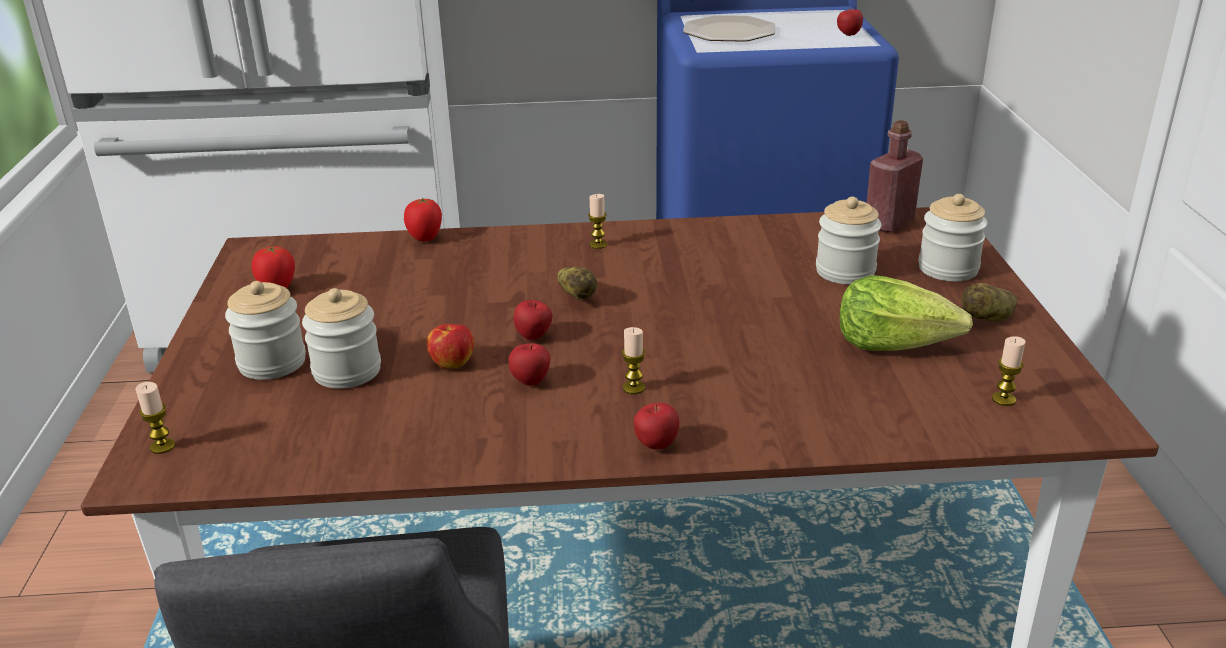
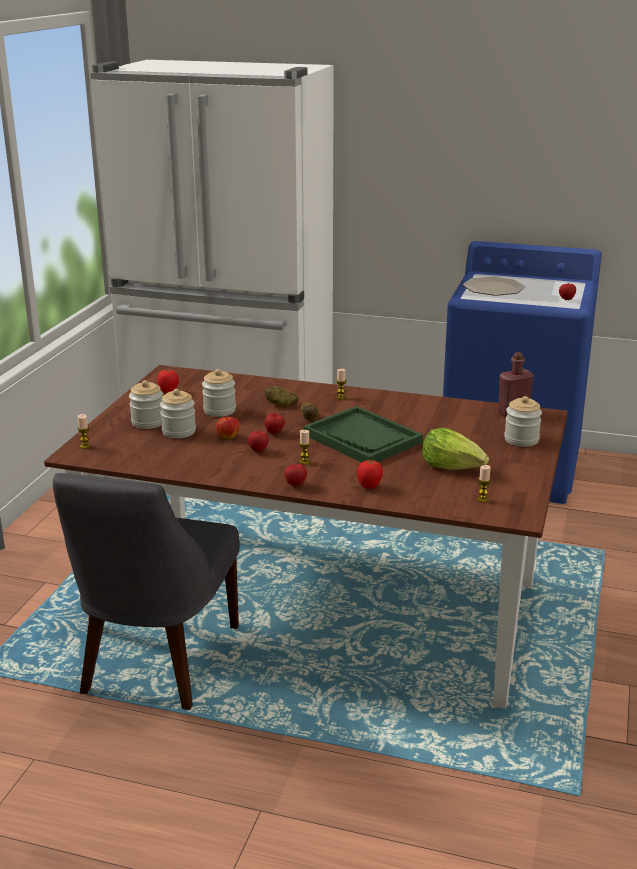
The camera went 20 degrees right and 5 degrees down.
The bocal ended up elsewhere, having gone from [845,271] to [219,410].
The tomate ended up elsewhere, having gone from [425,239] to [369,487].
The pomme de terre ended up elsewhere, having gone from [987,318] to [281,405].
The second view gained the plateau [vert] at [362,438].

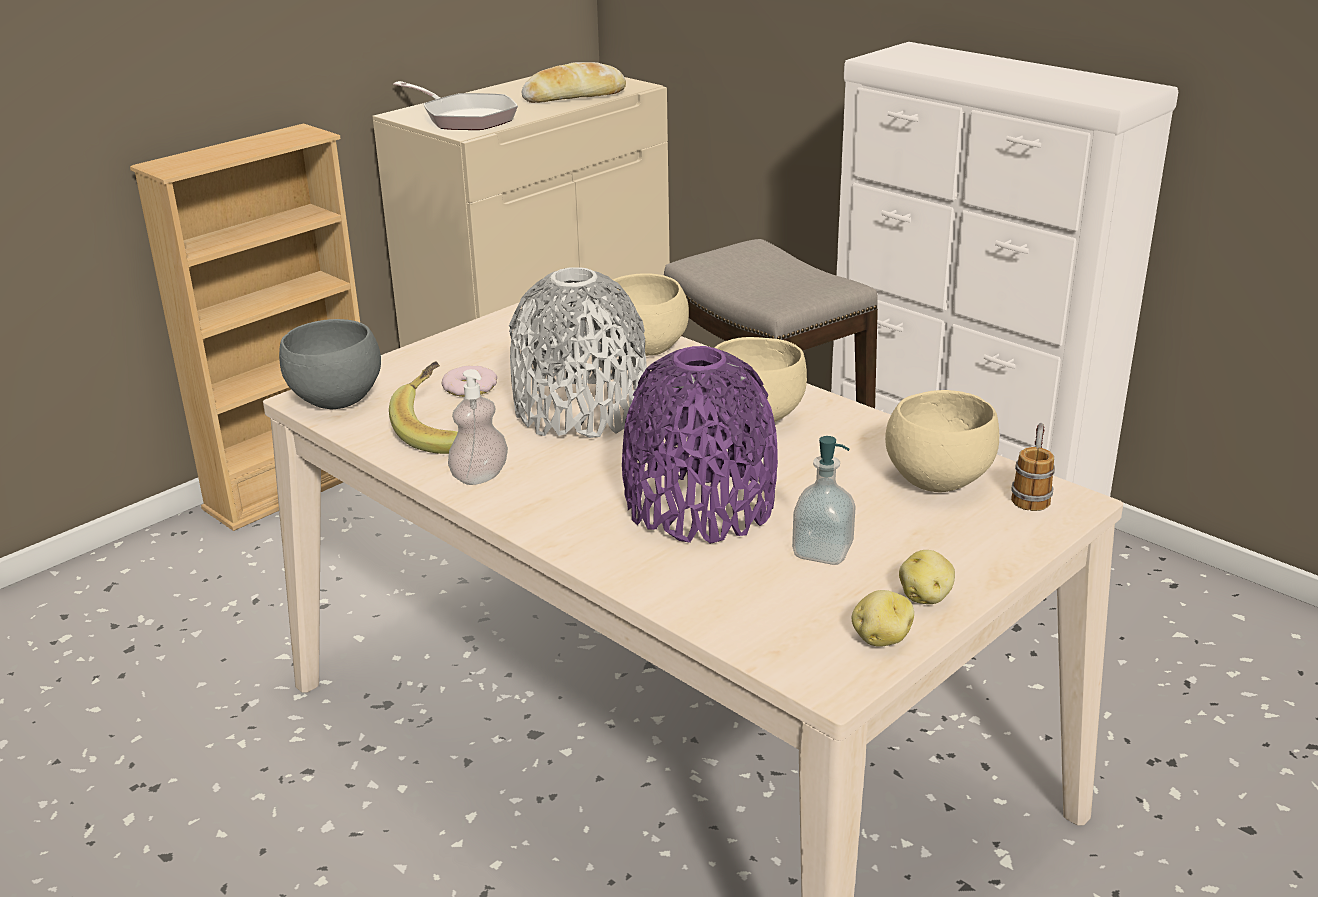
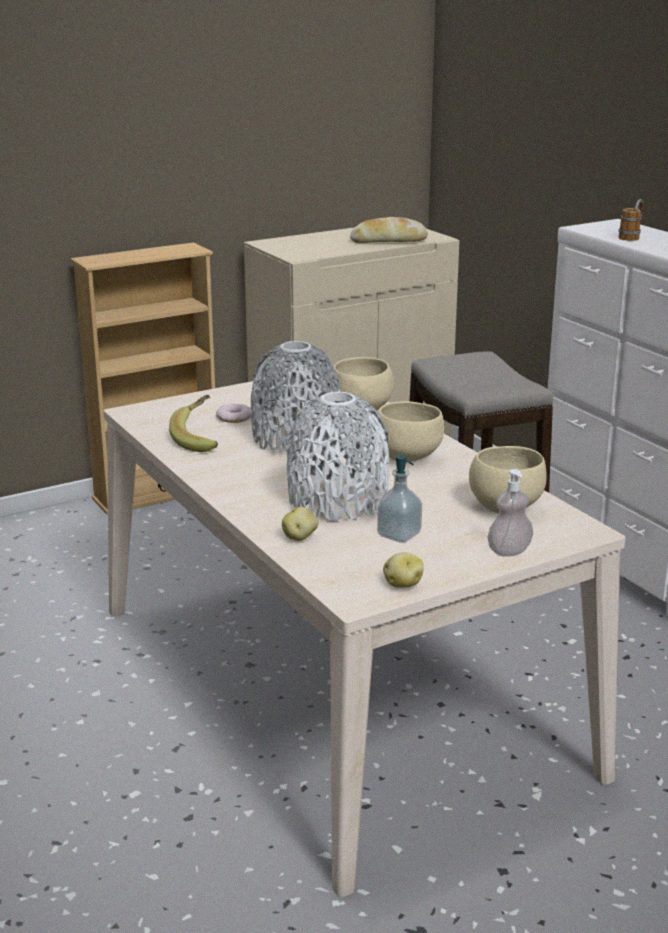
The camera went 15 degrees right and 5 degrees down.
The second view lost the poêle at [465,118].
The second view lost the bol [gris] at [336,401].
What was the vase [violet] at [700,506] turned into the vase [blanc] at [338,500].
The distributeur de savon ended up elsewhere, having gone from [480,476] to [509,551].
The mug ended up elsewhere, having gone from [1031,492] to [632,236].
The pomme de terre ended up elsewhere, having gone from [926,597] to [300,537].

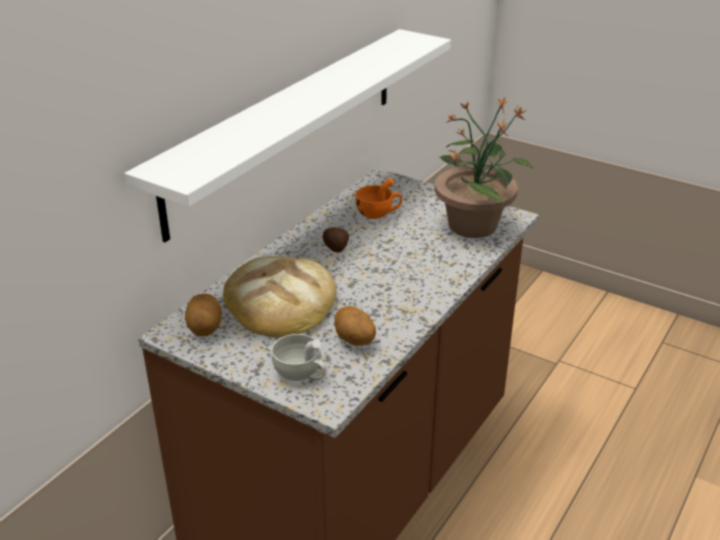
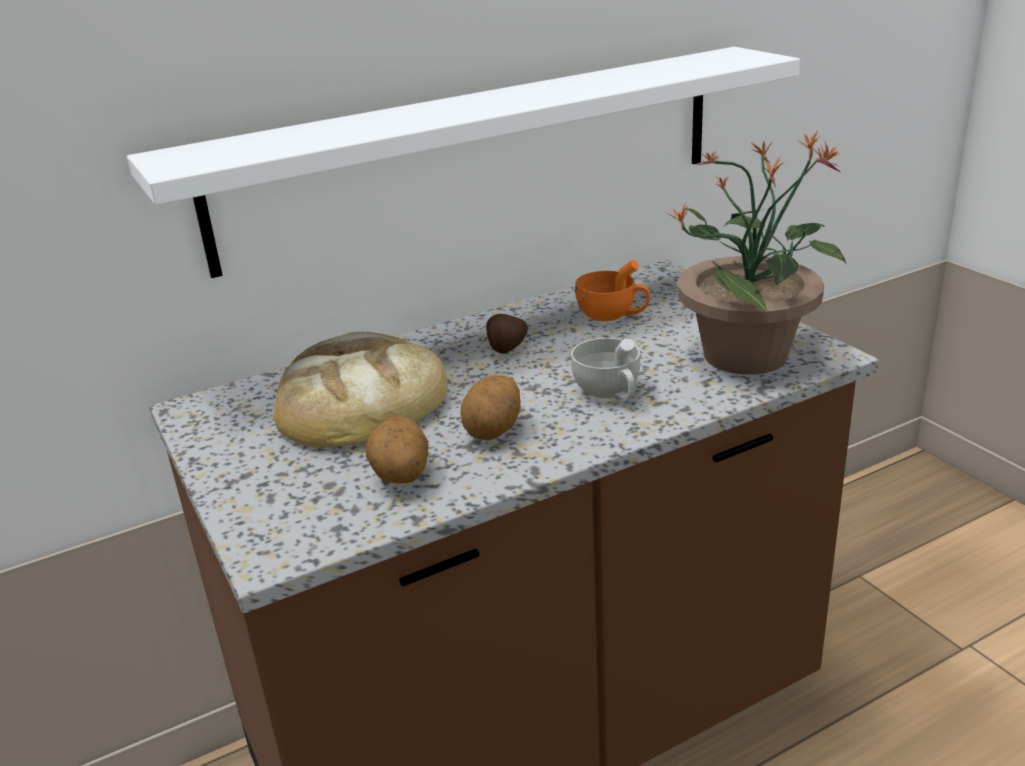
The camera went 30 degrees right and 5 degrees down.
The pomme de terre ended up elsewhere, having gone from [205,328] to [494,431].
The tasse [blanc] ended up elsewhere, having gone from [301,374] to [610,393].

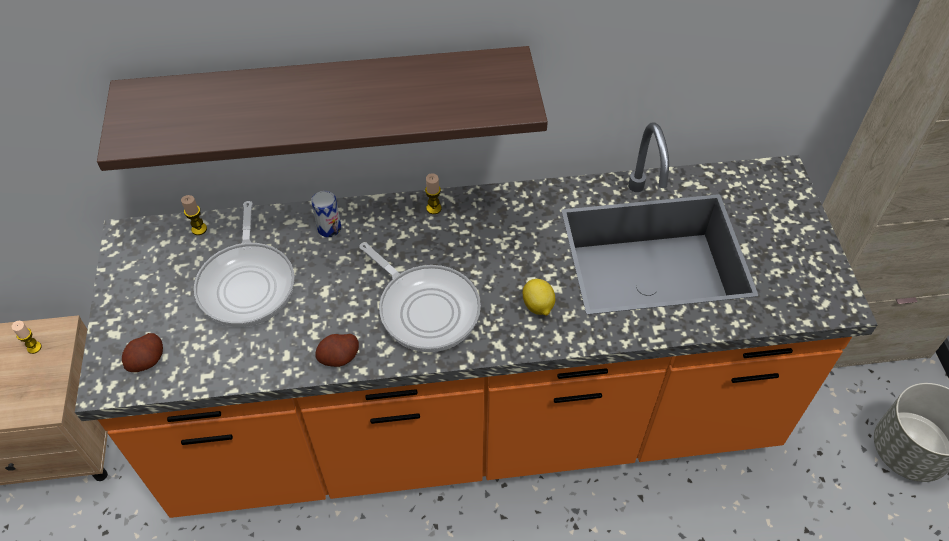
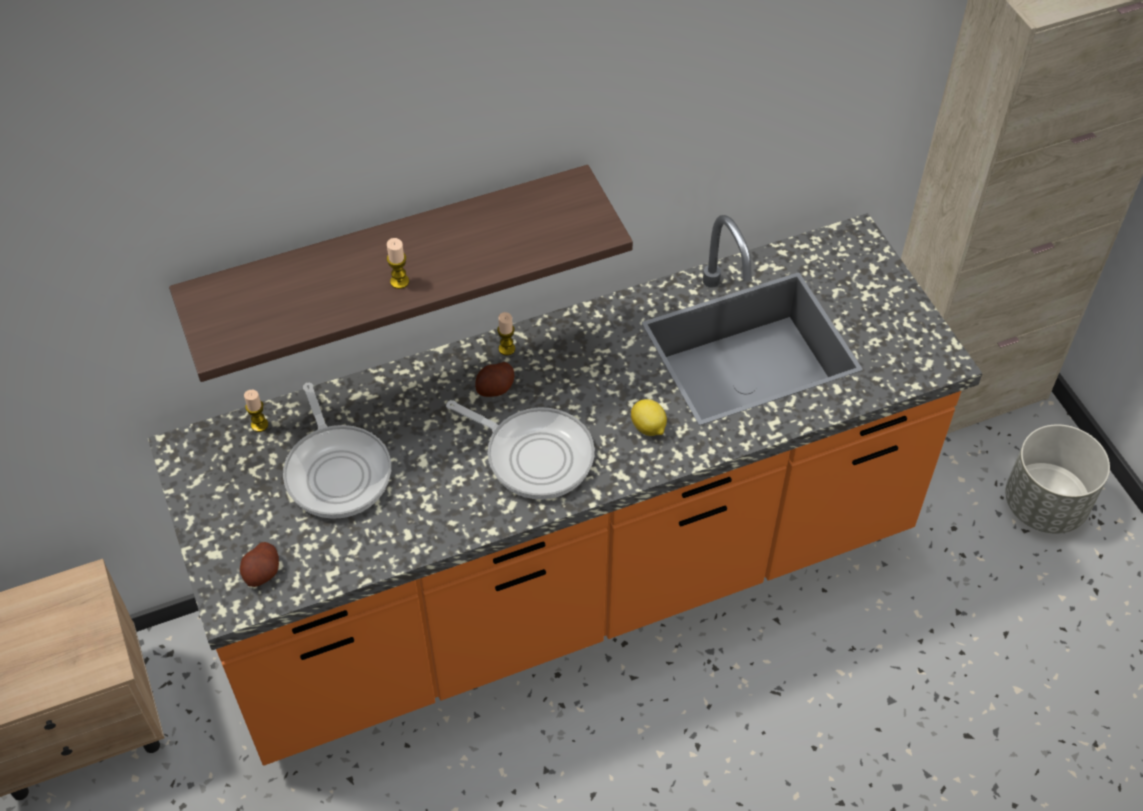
The camera went 15 degrees left and 0 degrees up.
The second view lost the boîte métallique at [329,228].
The bougie ended up elsewhere, having gone from [34,347] to [399,281].
The pomme de terre ended up elsewhere, having gone from [339,357] to [495,388].

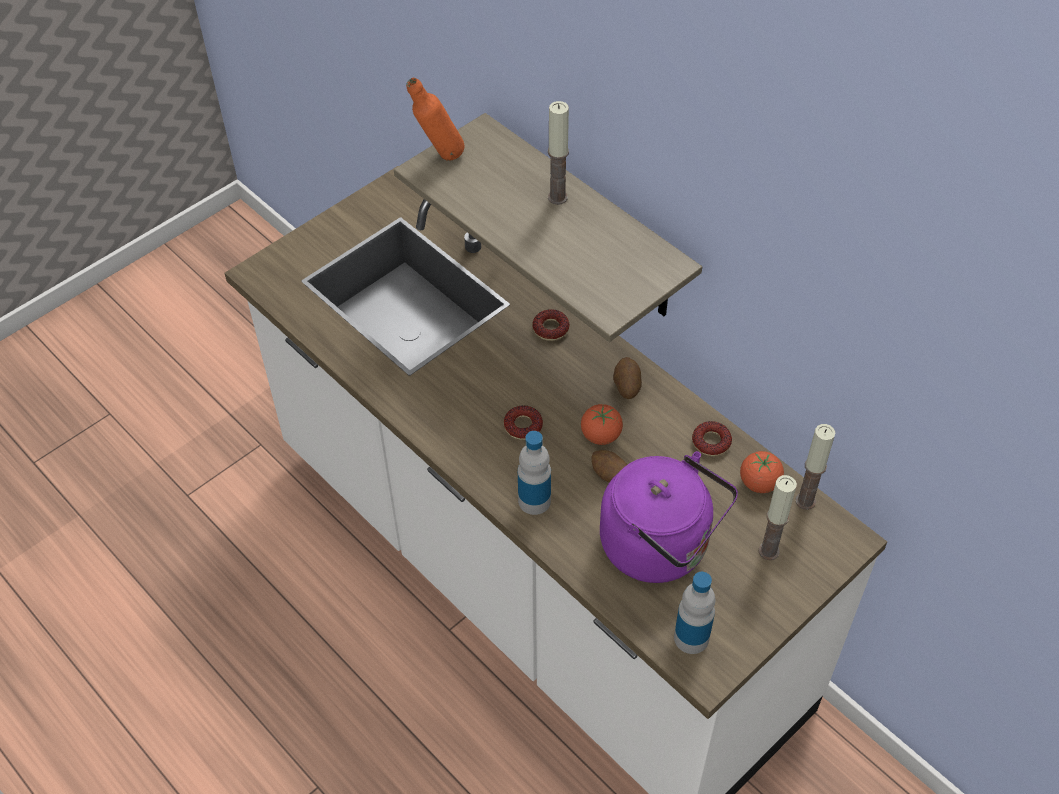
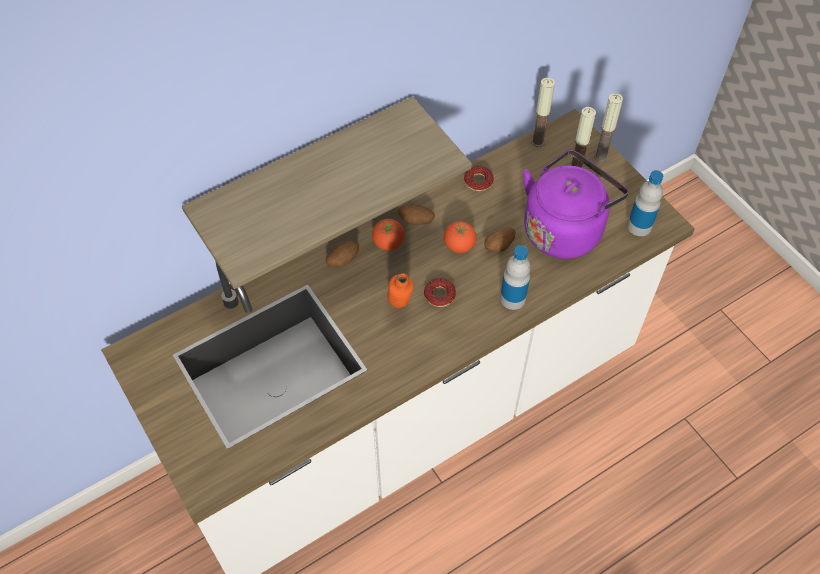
The camera went 80 degrees left and 5 degrees up.
The bouteille [orange] ended up elsewhere, having gone from [439,158] to [400,310].
The bougie ended up elsewhere, having gone from [557,197] to [601,156].
Where the beignet stood at [550,328], the pomme de terre came to stand at [343,260].
The tomate ended up elsewhere, having gone from [759,483] to [388,243].

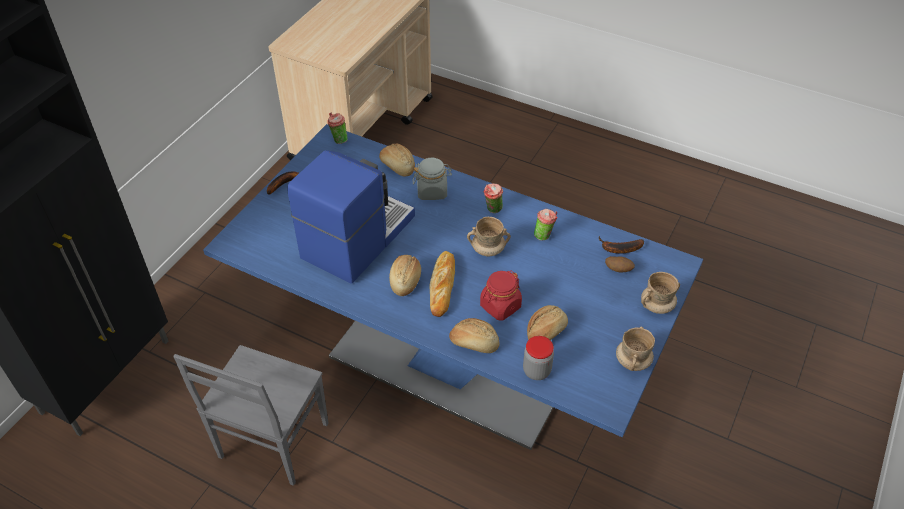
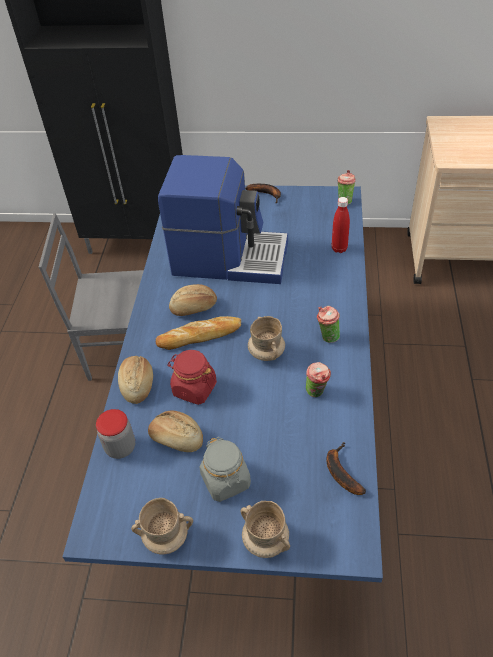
The camera went 70 degrees right and 0 degrees up.
Where the pain stood at [397,166], the bouteille [rouge] came to stand at [339,248].
The bocal [gris] ended up elsewhere, having gone from [432,191] to [226,481].
The second view lost the pomme de terre at [618,270].

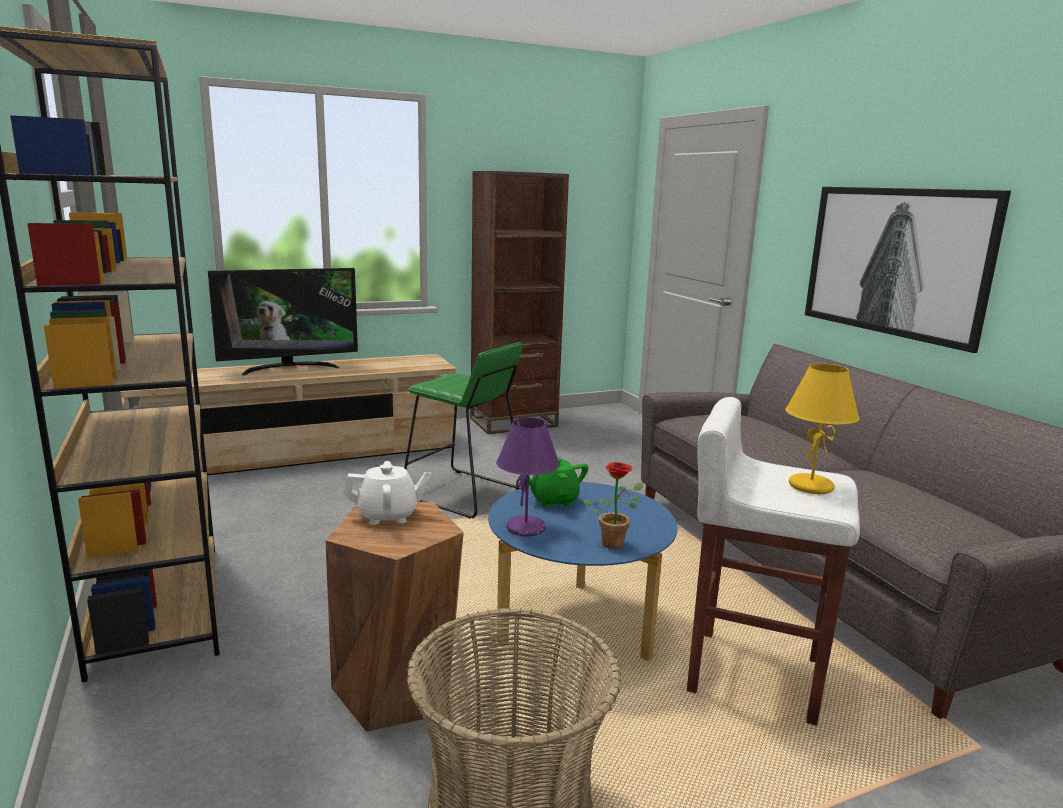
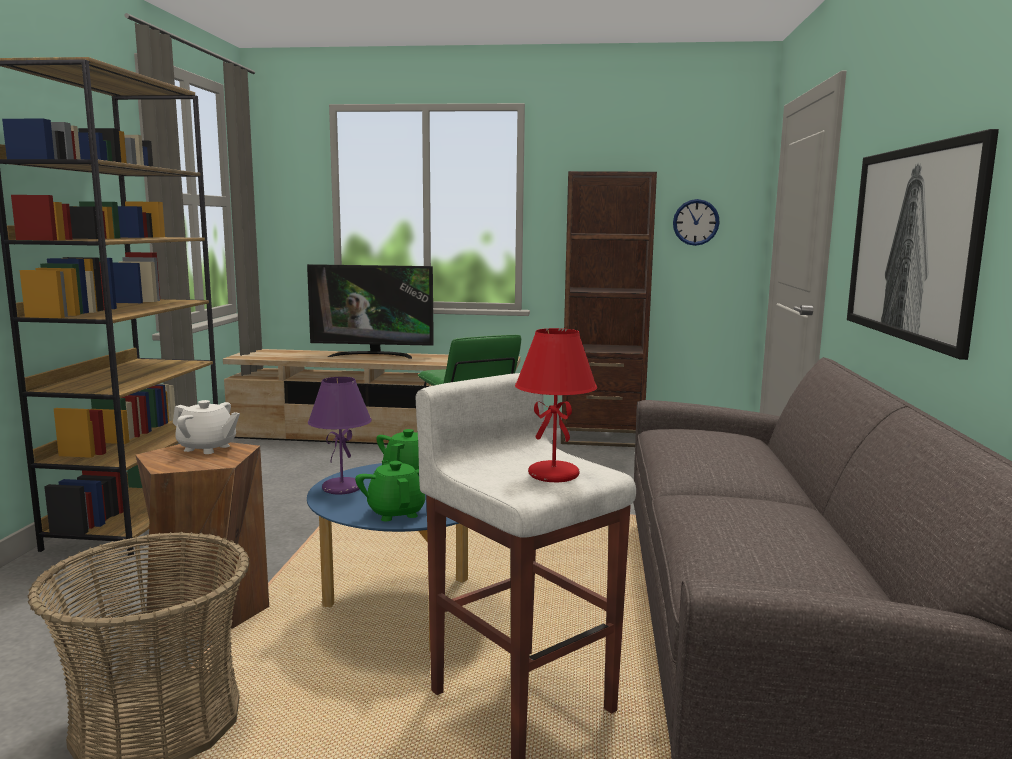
The camera went 30 degrees right and 5 degrees down.
What was the lampe de table [jaune] at [810,486] turned into the lampe de table [rouge] at [554,474].
Where the plante en pot stood at [615,542], the théière [vert] came to stand at [396,512].
The second view gained the horloge murale at [696,222].

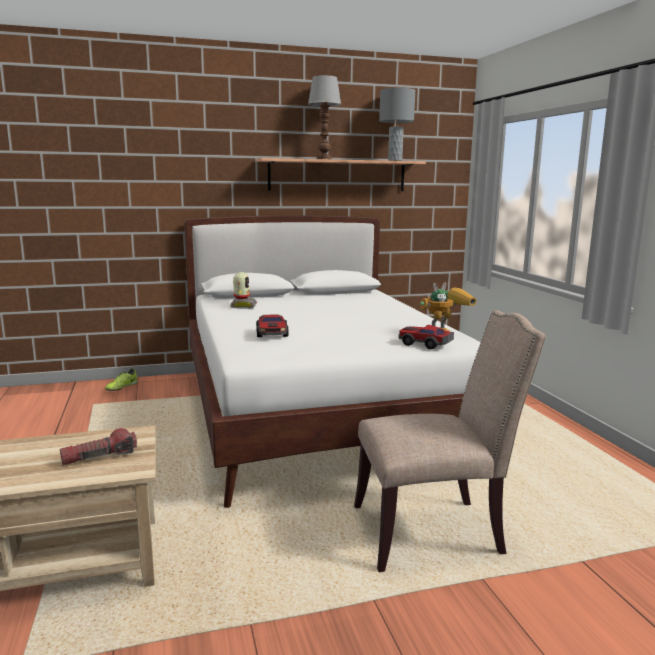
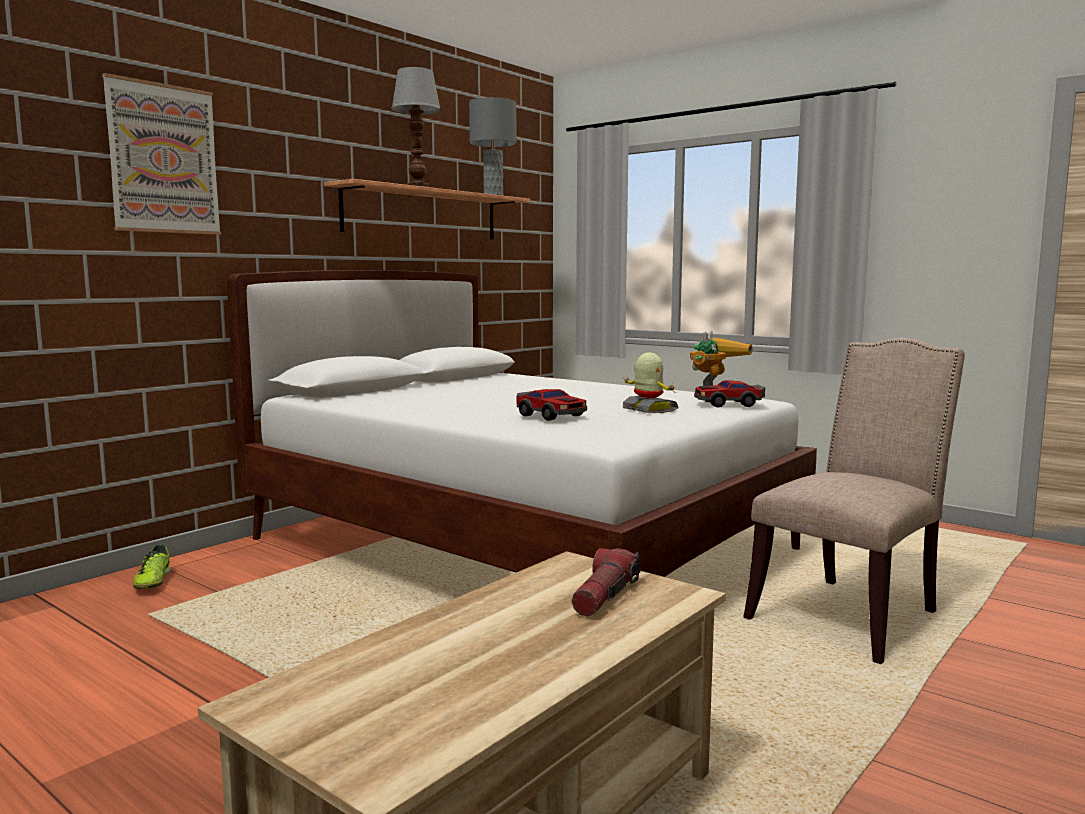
The camera went 35 degrees left and 5 degrees down.
The robot jouet ended up elsewhere, having gone from [242,306] to [649,410].
The second view gained the tableau at [163,159].

